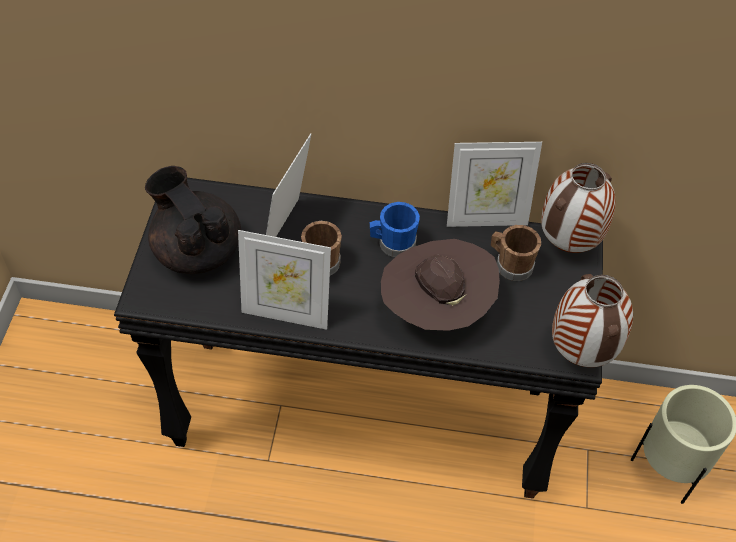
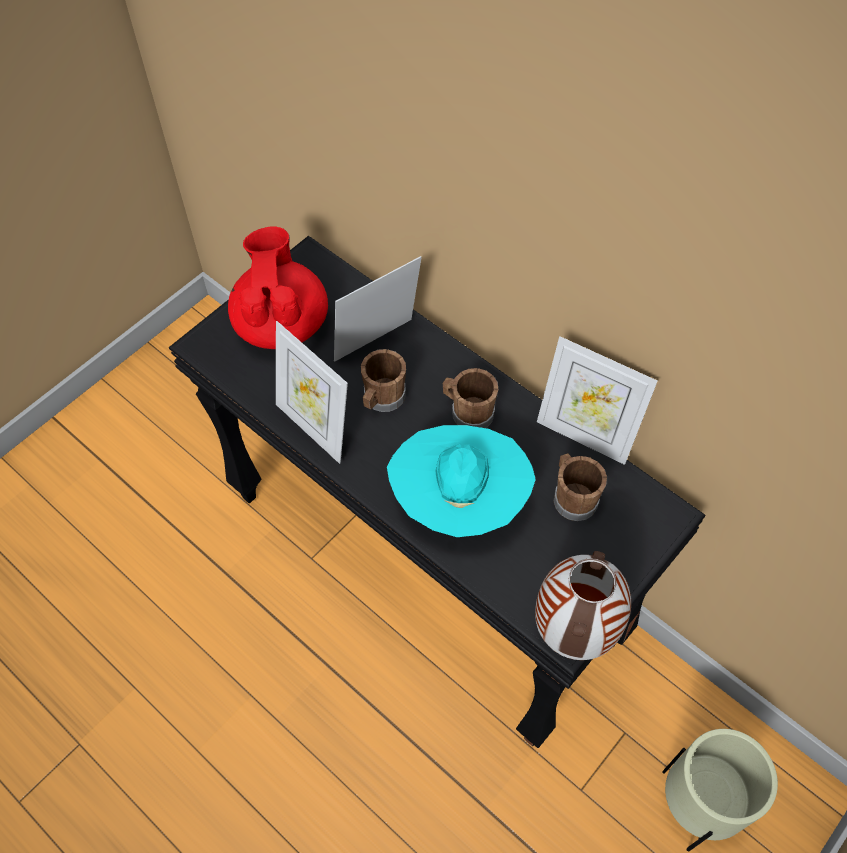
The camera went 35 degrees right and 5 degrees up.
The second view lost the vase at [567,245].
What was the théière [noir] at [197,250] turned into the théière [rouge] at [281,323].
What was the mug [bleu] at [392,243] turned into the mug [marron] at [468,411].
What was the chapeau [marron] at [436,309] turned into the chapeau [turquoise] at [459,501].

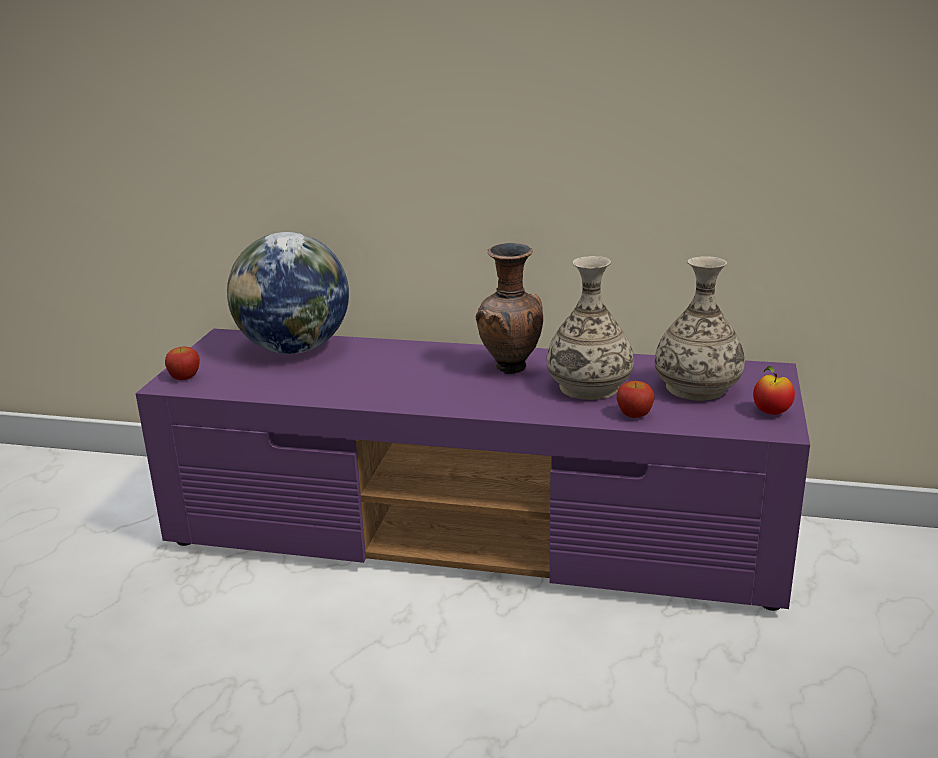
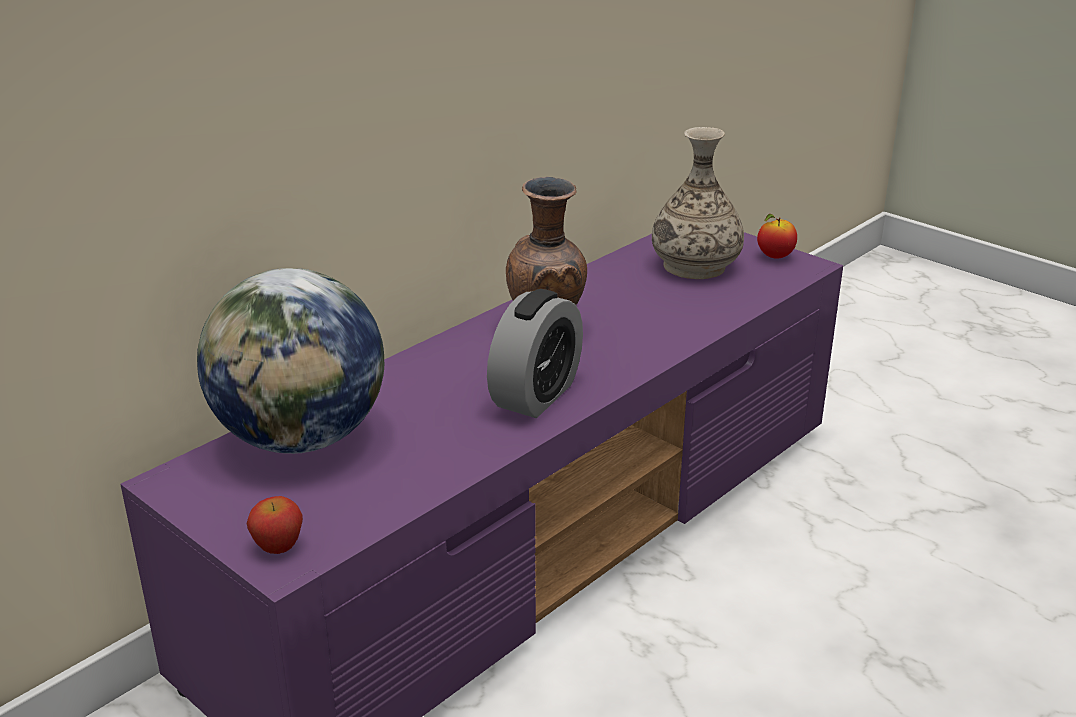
The camera went 60 degrees left and 5 degrees up.
The second view lost the vase at [588,387].
The second view lost the pomme at [634,415].
The second view gained the réveil at [536,395].

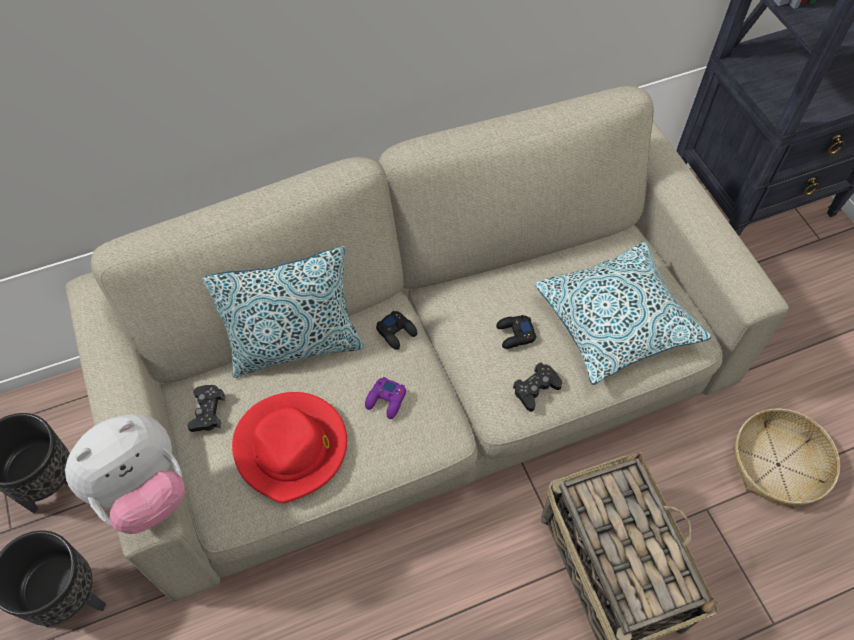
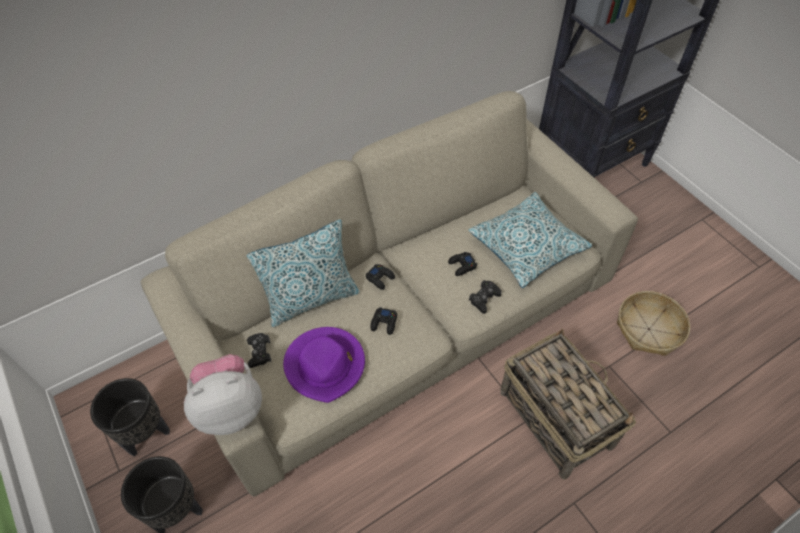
The camera went 10 degrees left and 5 degrees down.
What was the manette [violet] at [386,400] turned into the manette [noir] at [384,323].
What was the chapeau [rouge] at [292,447] turned into the chapeau [violet] at [325,365].
The peluche at [143,490] ended up facing another way, 150 degrees counterclockwise from before.

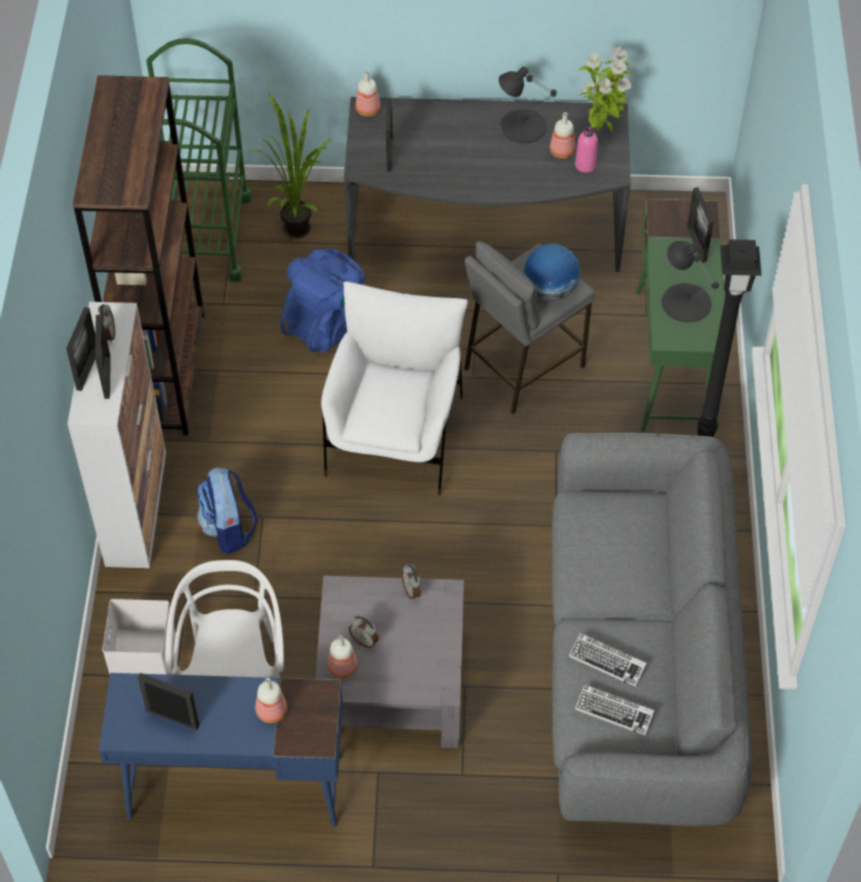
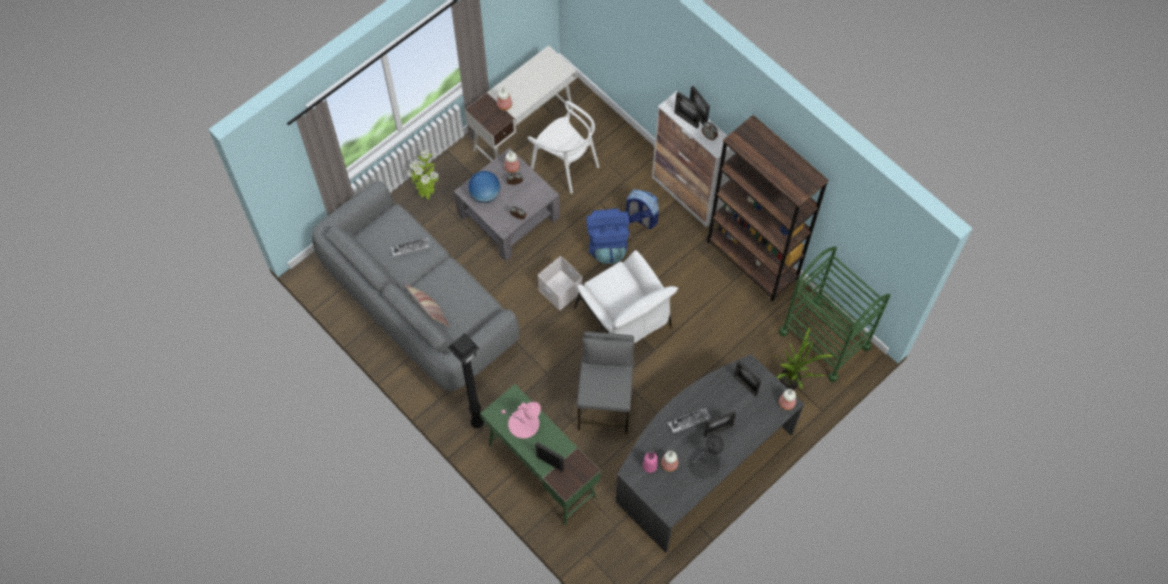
The camera went 135 degrees right and 10 degrees up.
The plante en pot ended up elsewhere, having gone from [602,129] to [427,193].
What was the lampe de table [noir] at [686,302] turned into the lampe de table [rose] at [524,424].
The globe ended up elsewhere, having gone from [550,290] to [485,195].
The sac à dos [bleu] ended up elsewhere, having gone from [328,323] to [607,244].
The boîte de rangement [blanc] ended up elsewhere, having gone from [142,654] to [561,290].
What was the bureau [bleu] at [234,787] turned into the bureau [blanc] at [524,132].
The cadre photo ended up elsewhere, having gone from [172,718] to [718,431].
The clavier ended up elsewhere, having gone from [614,712] to [689,421].
The second view gained the coussin at [430,315].

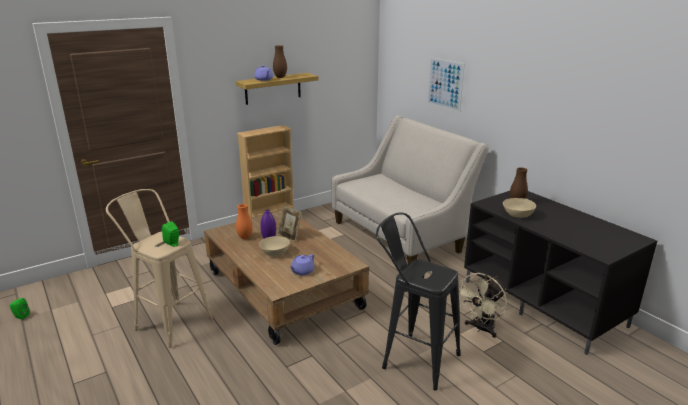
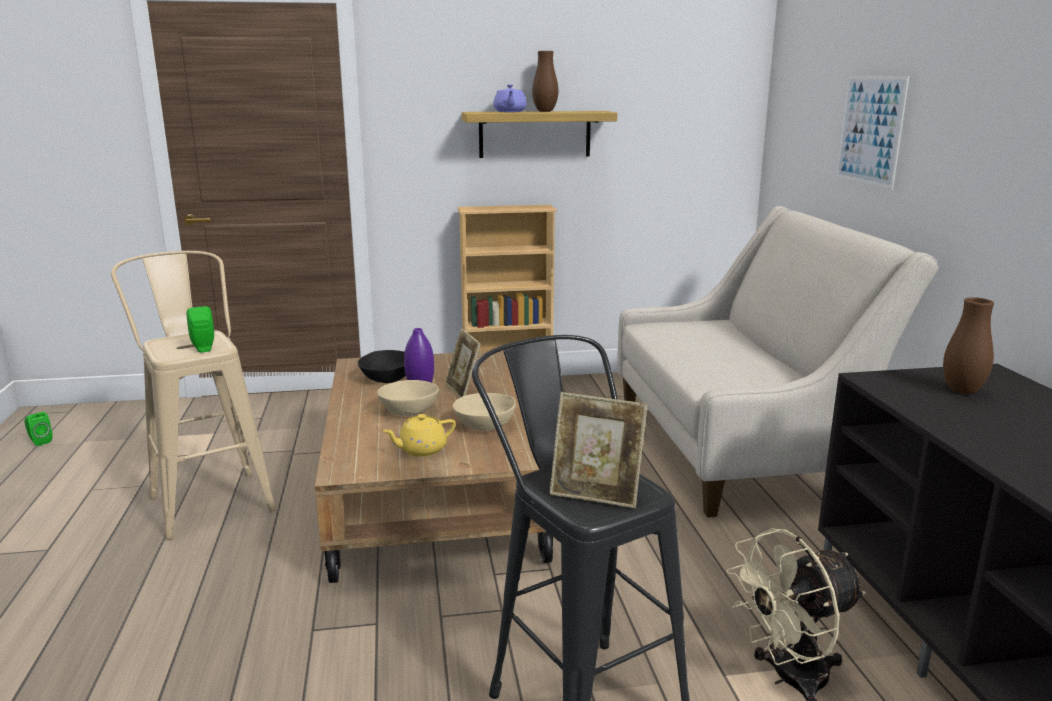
The camera went 25 degrees right and 5 degrees down.
The bol [beige] ended up elsewhere, having gone from [517,215] to [484,426].
Where the vase [orange] stood at [245,237], the bol [noir] came to stand at [387,379].
What was the théière [violet] at [302,271] turned into the théière [jaune] at [421,450].
The second view gained the cadre photo at [596,494].

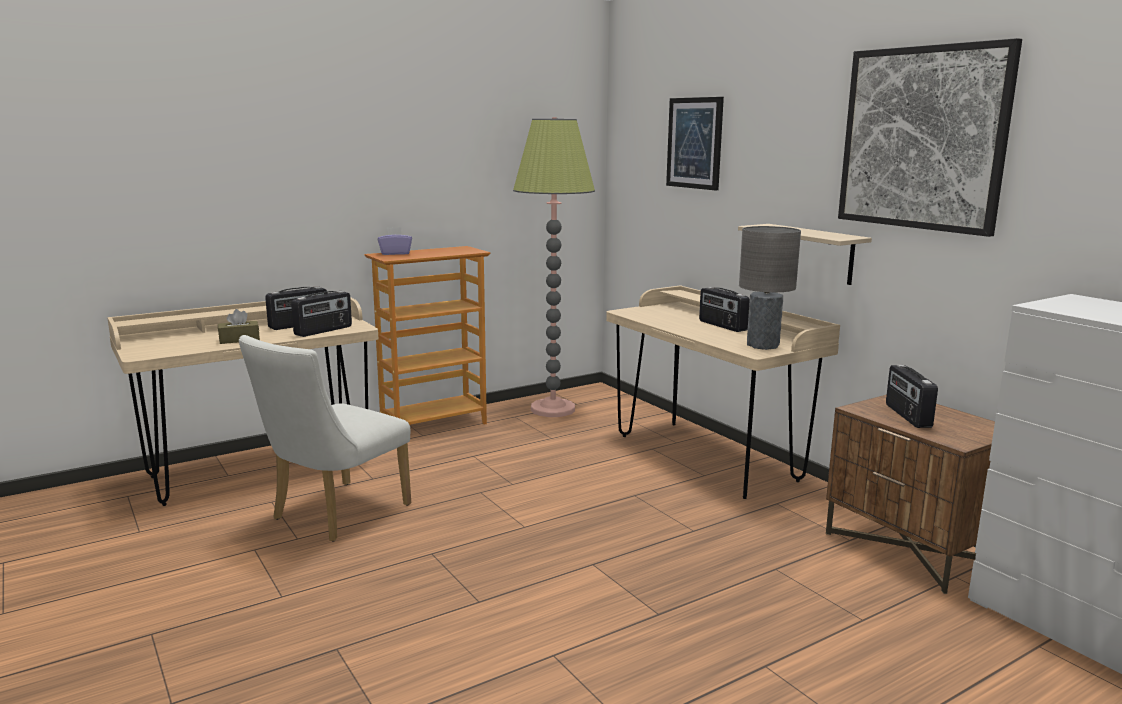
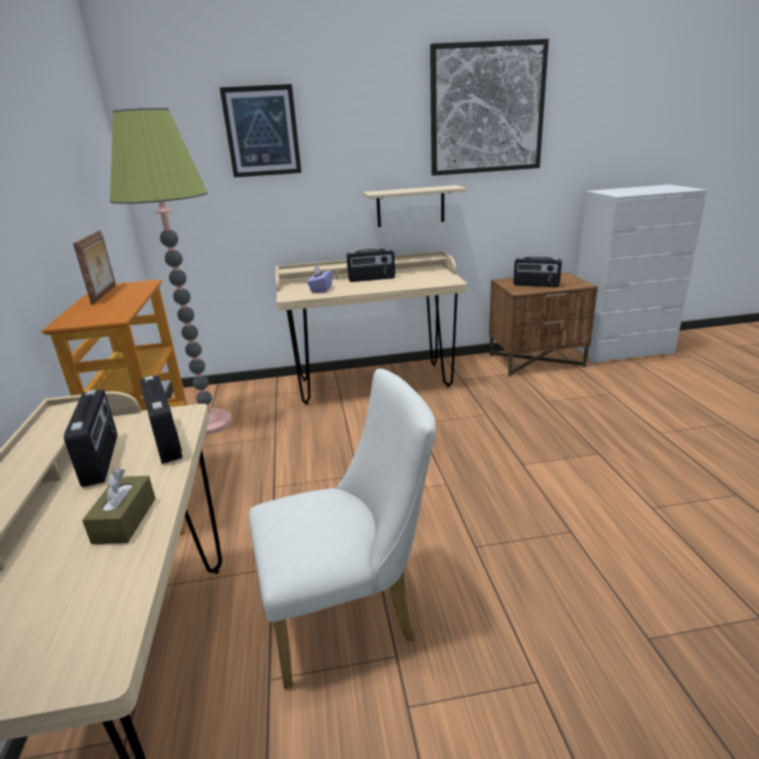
The camera went 65 degrees left and 10 degrees up.
The second view lost the lampe de table [gris] at [763,346].
The boîte à mouchoirs [violet] ended up elsewhere, having gone from [395,253] to [321,289].
The chaise [blanc] at [333,515] ended up facing another way, 75 degrees counterclockwise from before.
The second view gained the cadre photo at [105,294].

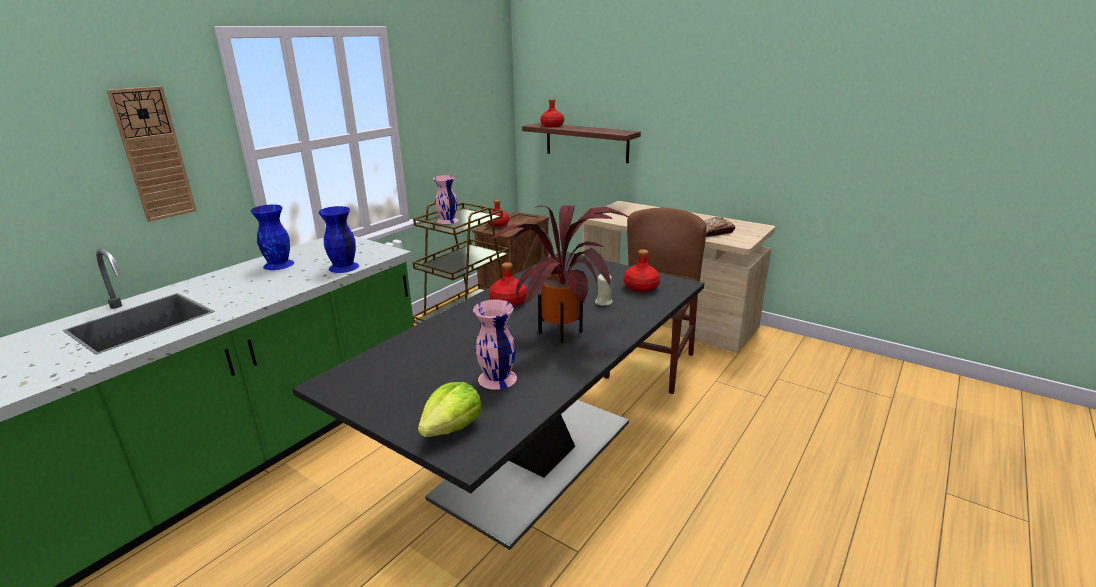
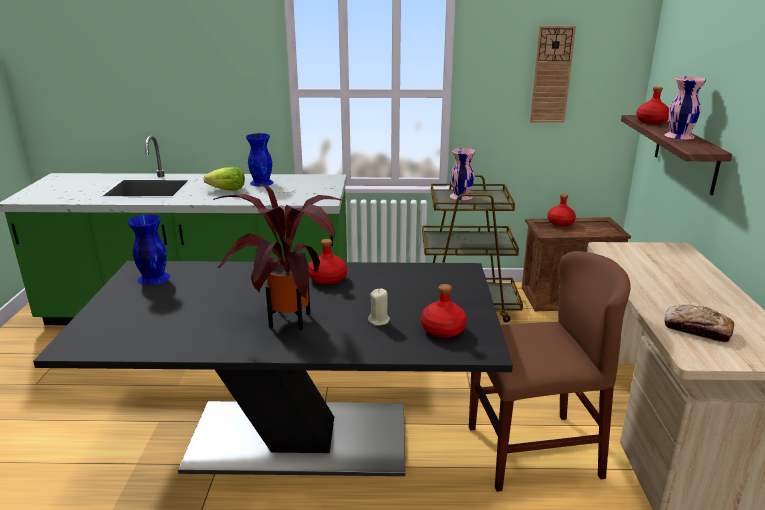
The camera went 55 degrees right and 0 degrees up.
The horloge murale ended up elsewhere, having gone from [153,154] to [551,75].
The vase [bleu] ended up elsewhere, having gone from [343,267] to [153,278].
The vase [rose] ended up elsewhere, having gone from [496,378] to [678,136].
The laitue ended up elsewhere, having gone from [452,427] to [227,190].

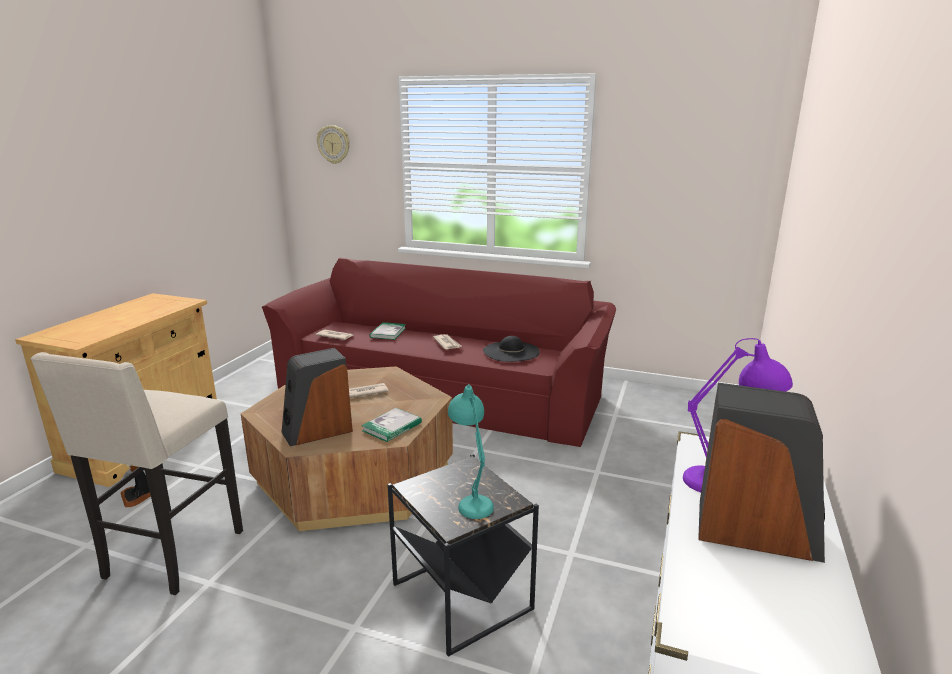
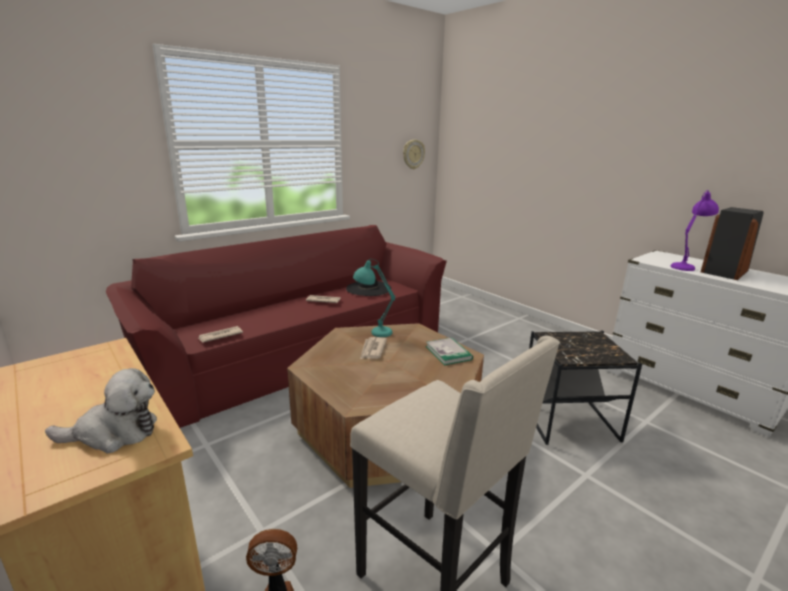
The camera went 60 degrees left and 0 degrees up.
The horloge murale ended up elsewhere, having gone from [334,144] to [413,154].
The second view lost the livre at [388,332].
The second view lost the enceinte at [317,431].
The lampe de table [turquoise] ended up elsewhere, having gone from [471,499] to [373,331].
The second view gained the peluche at [114,433].

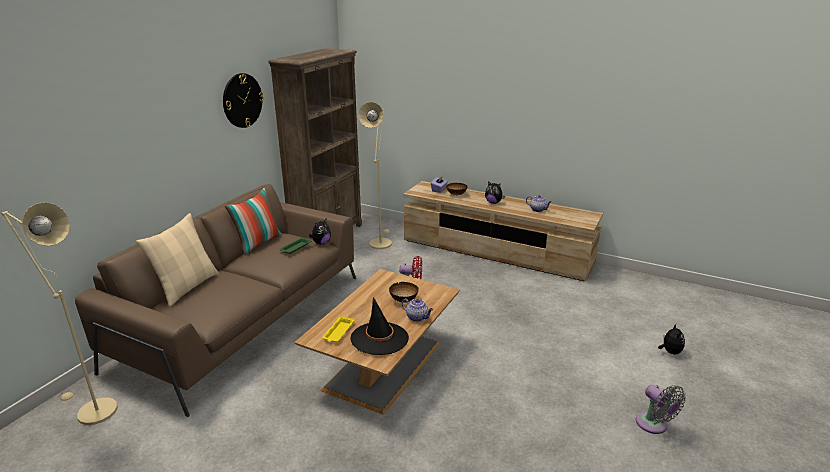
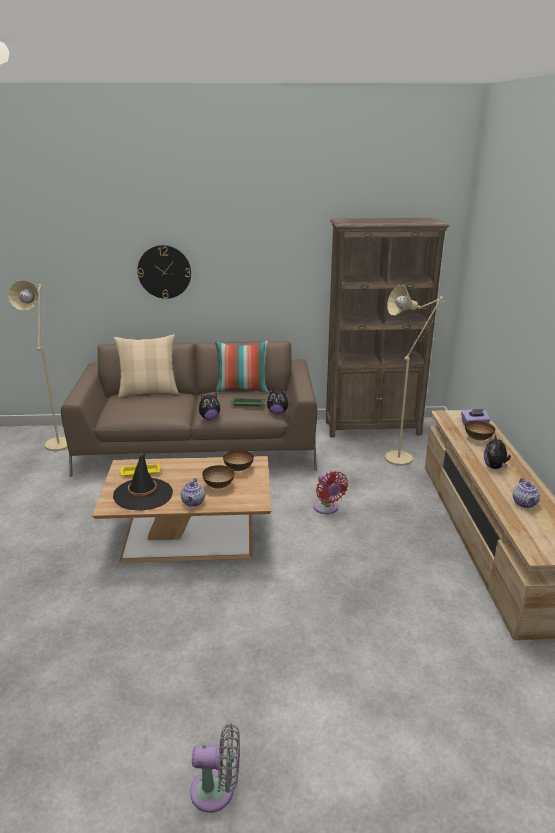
The camera went 60 degrees right and 0 degrees up.
The horloge murale ended up elsewhere, having gone from [242,100] to [164,272].
The peluche ended up elsewhere, having gone from [670,352] to [209,418].
The ventilateur [gris] at [654,425] ended up facing another way, 120 degrees counterclockwise from before.
The second view gained the bol at [239,469].

